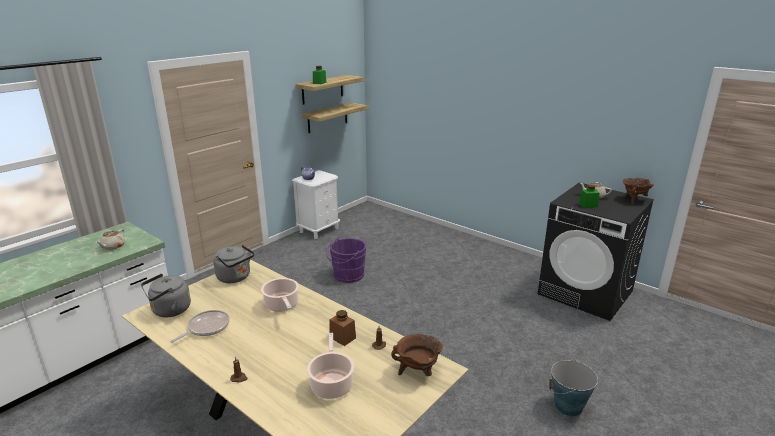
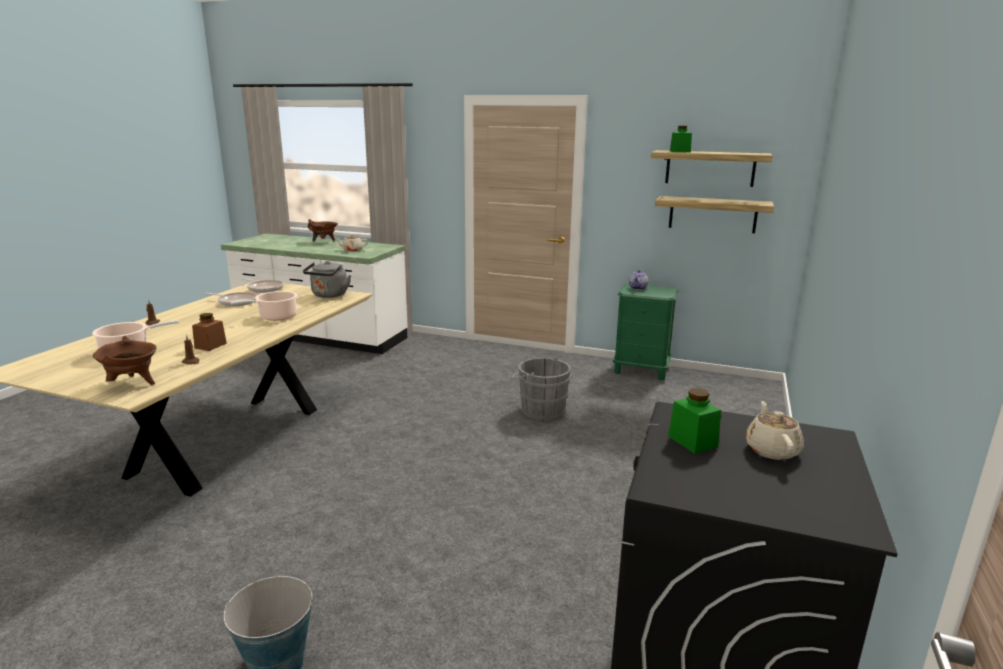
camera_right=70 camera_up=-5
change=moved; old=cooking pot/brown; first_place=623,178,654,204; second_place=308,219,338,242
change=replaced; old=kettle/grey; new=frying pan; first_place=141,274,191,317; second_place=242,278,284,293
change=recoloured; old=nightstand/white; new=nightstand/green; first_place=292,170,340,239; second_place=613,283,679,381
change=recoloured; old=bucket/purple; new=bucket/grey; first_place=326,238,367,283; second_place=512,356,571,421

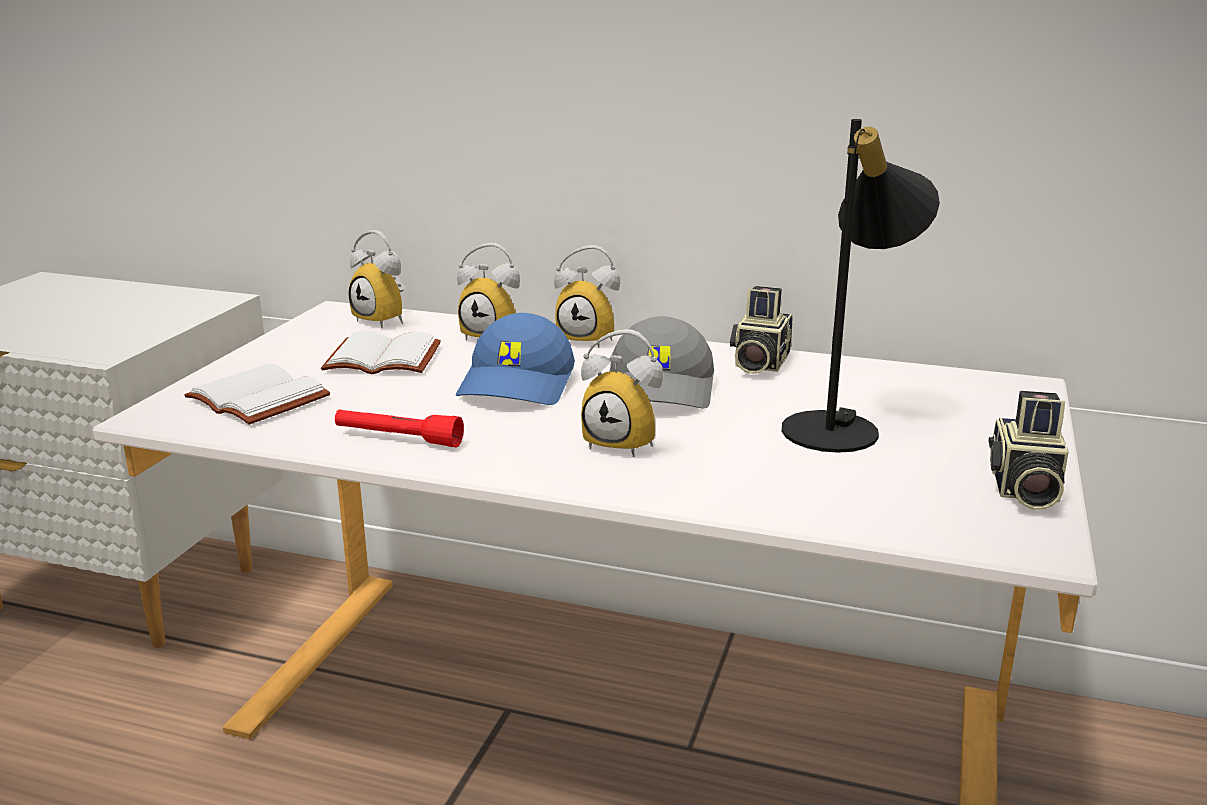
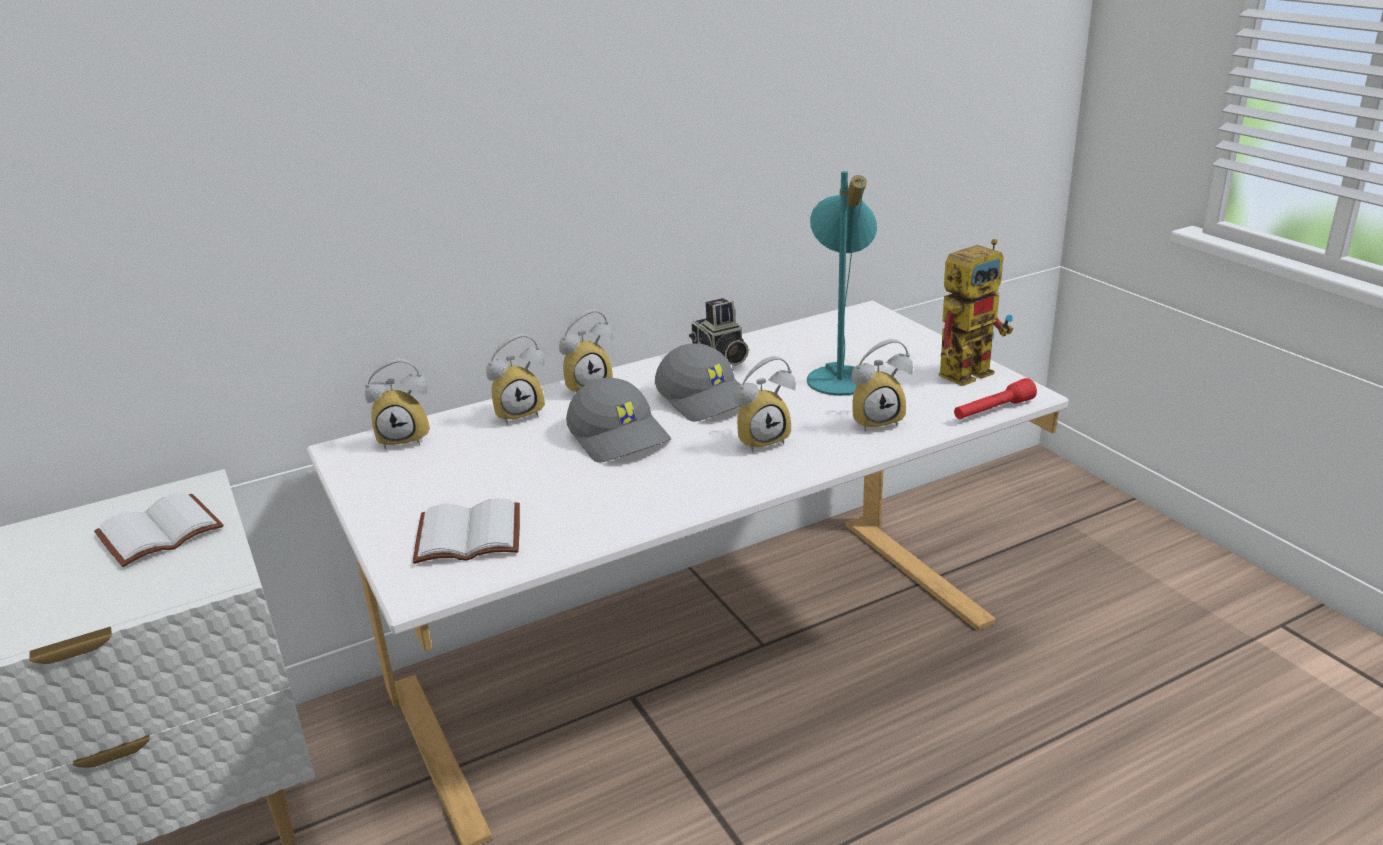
camera_right=-45 camera_up=5
change=added; new=alarm clock; second_place=851,339,913,432
change=moved; old=book/white; first_place=321,330,441,374; second_place=94,492,223,567
change=moved; old=flashlight/red; first_place=335,409,464,448; second_place=954,378,1037,419
change=replaced; old=photo camera; new=toy robot; first_place=988,391,1068,510; second_place=939,239,1013,386
change=recoloured; old=cap/blue; new=cap/grey; first_place=456,313,575,405; second_place=566,378,671,463
change=recoloured; old=table lamp/black; new=table lamp/turquoise; first_place=782,119,940,453; second_place=807,171,877,396

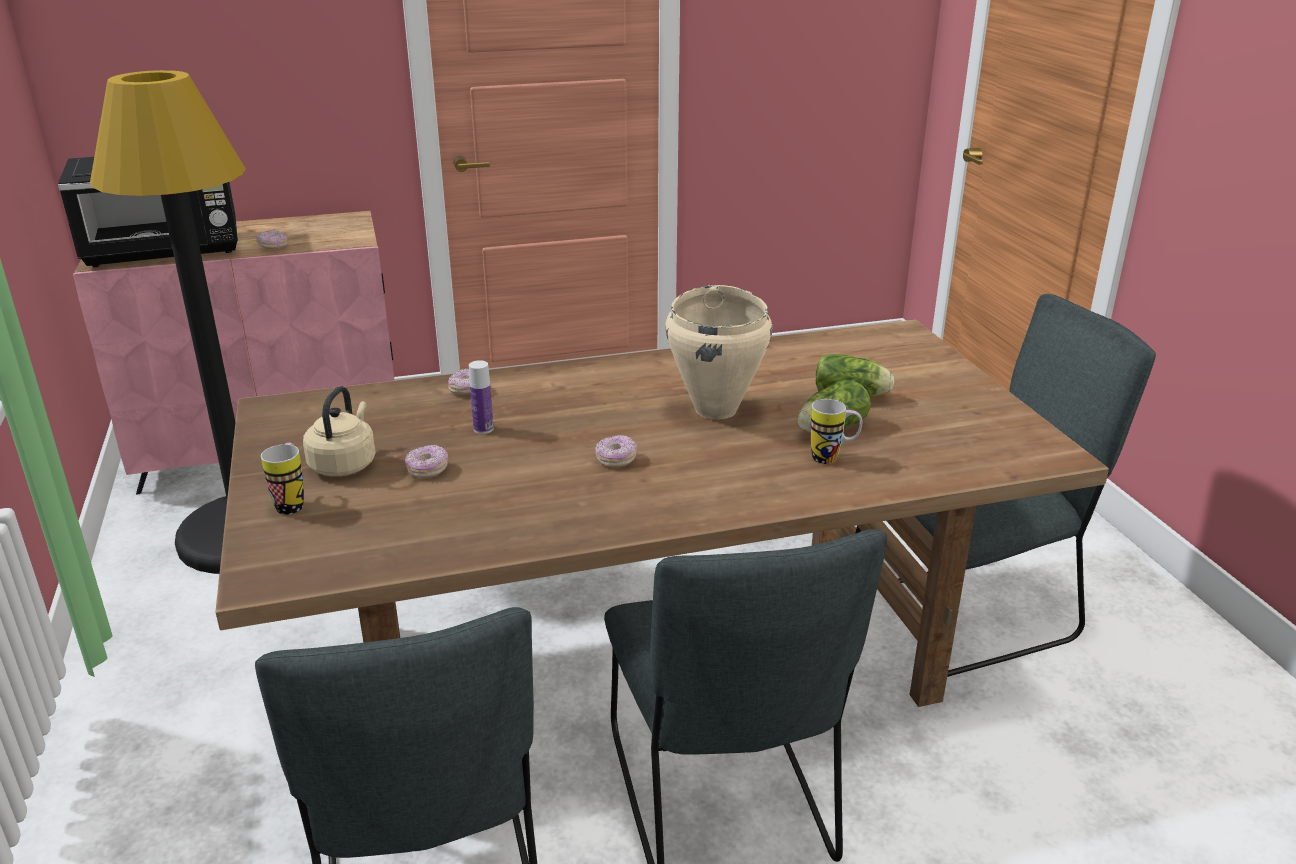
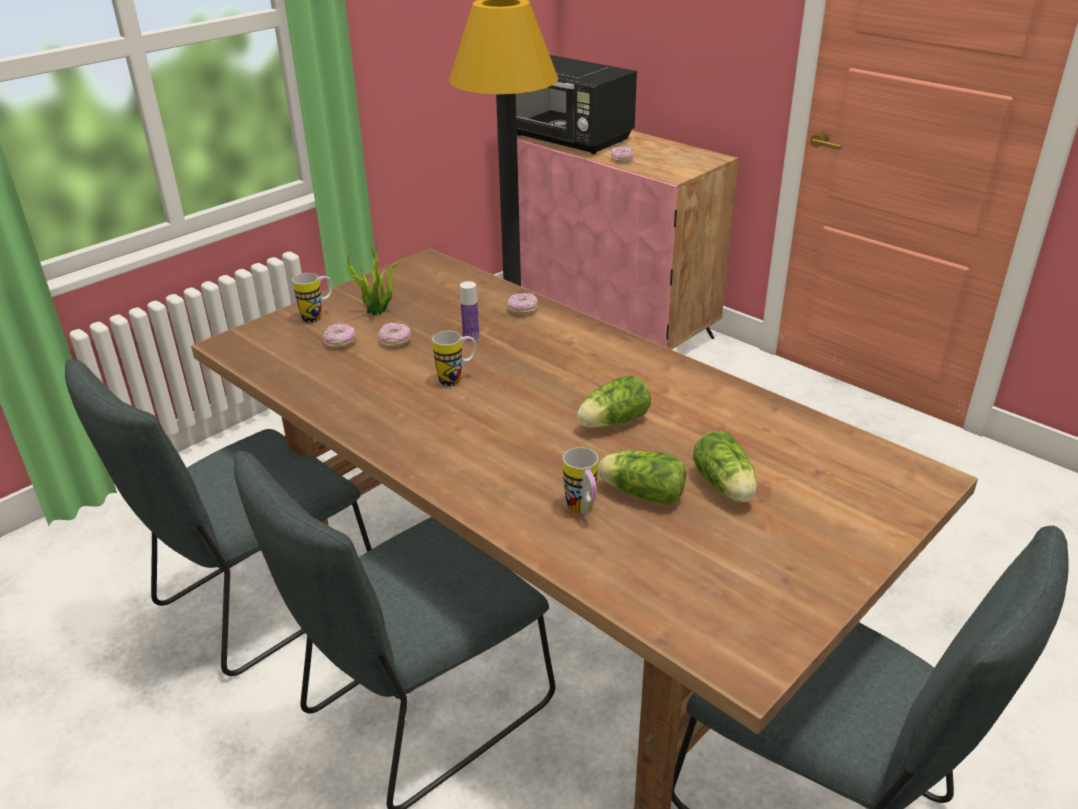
camera_right=60 camera_up=5
change=added; new=mug; second_place=432,331,476,386
change=moved; old=donut; first_place=595,435,637,468; second_place=323,323,356,348
change=replaced; old=kettle/beige; new=potted plant; first_place=303,386,376,477; second_place=344,232,406,316
change=replaced; old=cooking pot/beige; new=lettuce; first_place=665,285,773,419; second_place=577,376,651,428

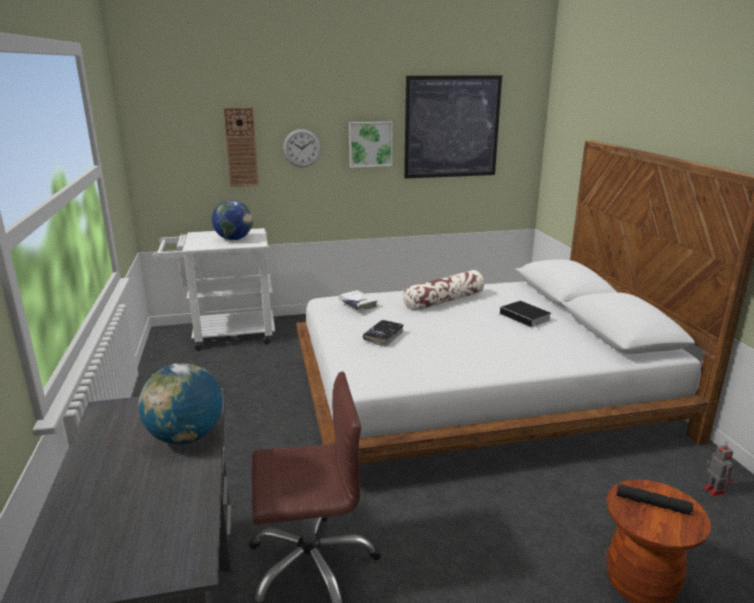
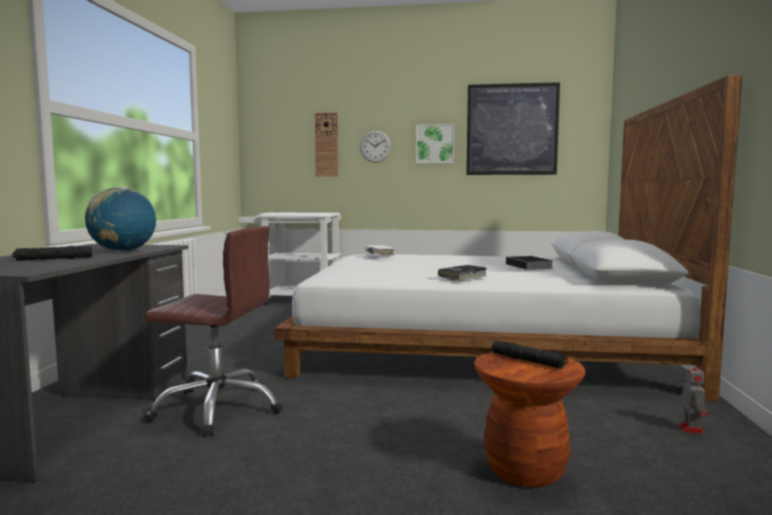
camera_right=20 camera_up=-15
change=removed; old=globe; first_place=212,200,253,240
change=removed; old=pillow; first_place=403,270,484,311
change=added; new=flashlight/black; second_place=12,246,92,261
change=moved; old=book/black; first_place=363,320,404,347; second_place=438,265,487,281

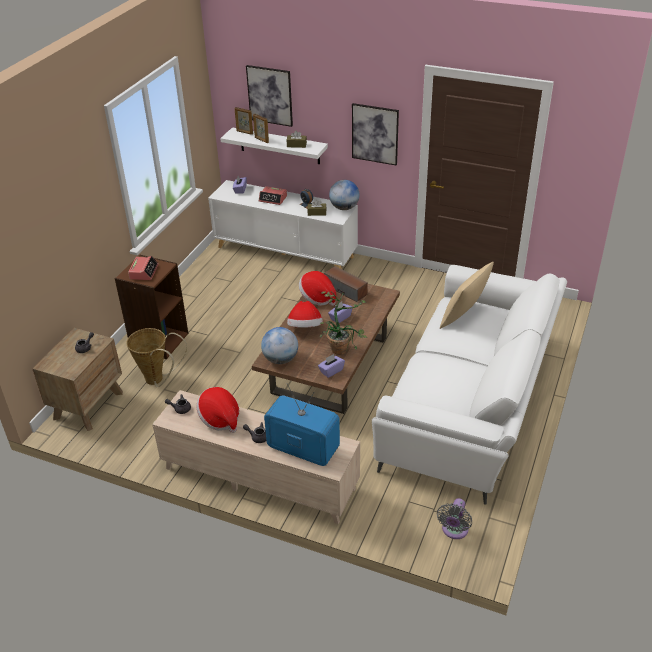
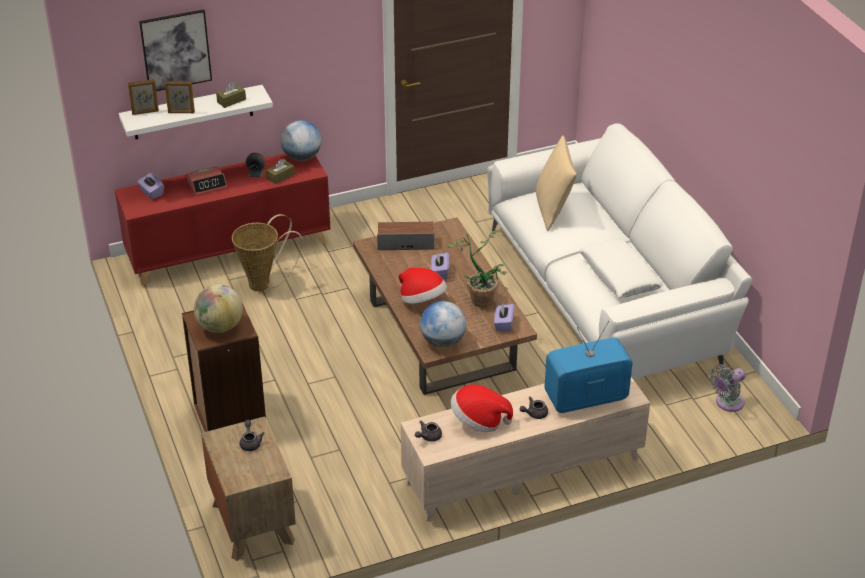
camera_right=-45 camera_up=0
change=removed; old=hat; first_place=299,271,336,306
change=removed; old=picture; first_place=352,103,399,165
change=added; new=pillow/white; second_place=580,239,663,298
change=moved; old=basket; first_place=126,328,187,387; second_place=232,214,303,291
change=replaced; old=alarm clock; new=globe; first_place=128,256,159,280; second_place=194,284,243,333
change=recoloured; old=cabinet/white; new=cabinet/red; first_place=208,180,358,269; second_place=115,154,331,285
change=turned; old=fan/grey; first_place=437,498,472,539; second_place=710,364,746,412; degrees=75

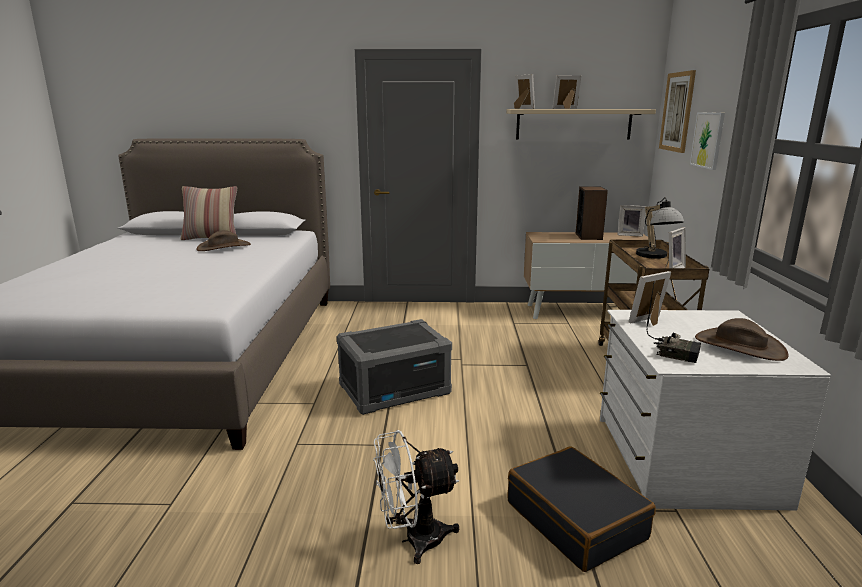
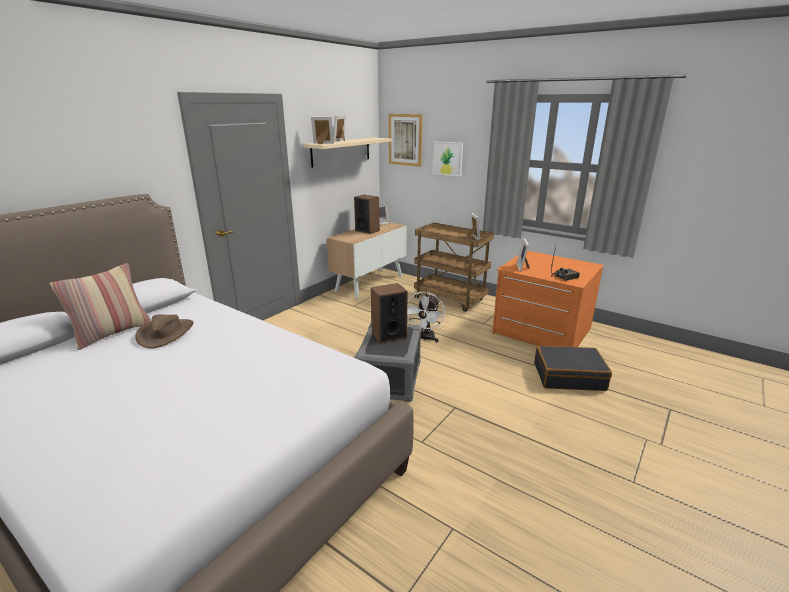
camera_right=-55 camera_up=5
change=removed; old=table lamp; first_place=636,197,684,259
change=removed; old=hat/brown; first_place=695,318,789,361
change=added; new=speaker; second_place=371,283,408,344
change=moved; old=fan/white; first_place=373,430,460,564; second_place=407,292,445,342
change=recoloured; old=dresser/white; new=dresser/orange; first_place=600,310,831,510; second_place=492,251,604,347

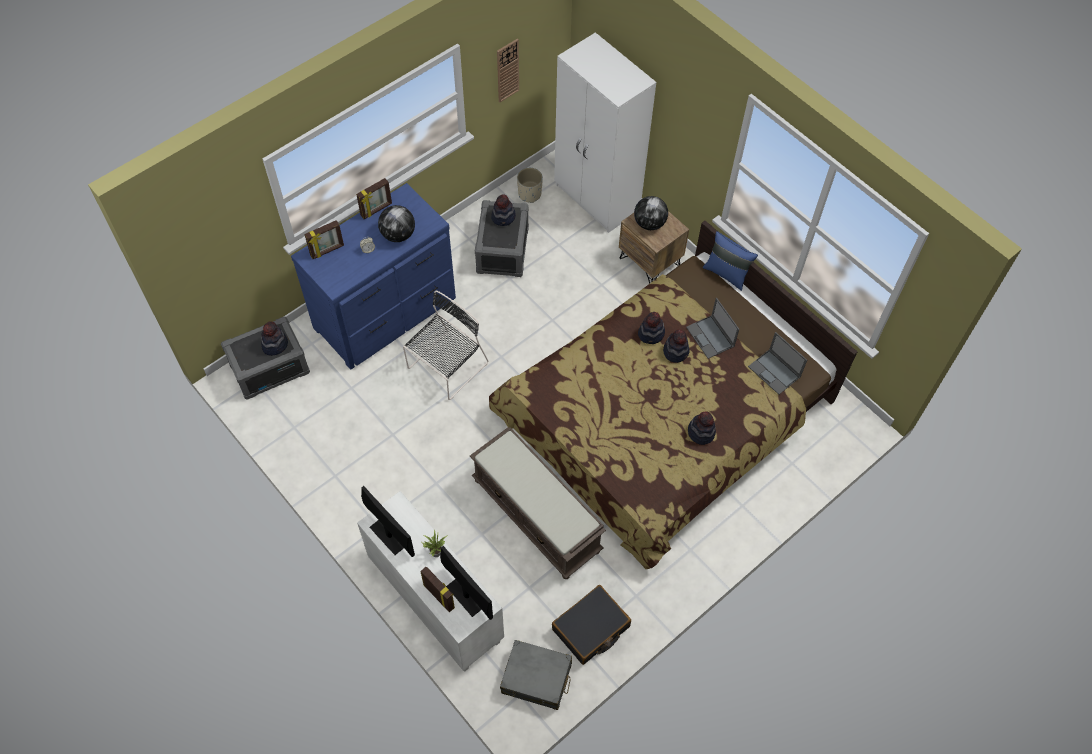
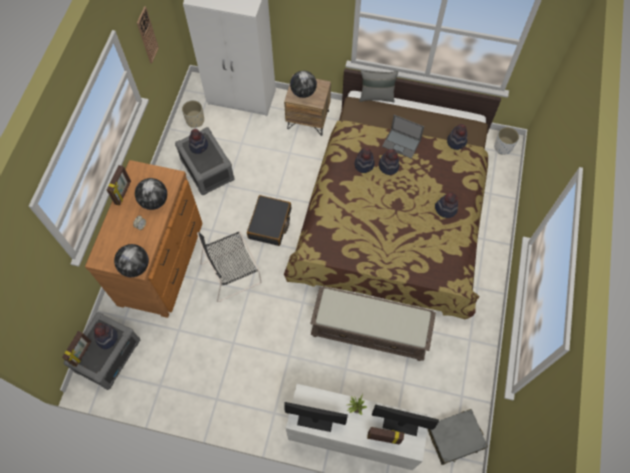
camera_right=-35 camera_up=5
change=added; new=globe; second_place=114,244,149,277
change=added; new=planter/white; second_place=494,127,519,155
change=moved; old=picture frame; first_place=305,220,344,259; second_place=62,331,92,367
change=moved; old=suitcase/black; first_place=552,585,631,665; second_place=247,195,291,246
change=replaced; old=laptop; new=hat; first_place=748,332,807,395; second_place=447,124,467,150
change=recoloured; old=dresser/blue; new=dresser/brown; first_place=291,183,456,370; second_place=85,160,203,318
change=recoloured; old=pillow/blue; new=pillow/grey; first_place=703,231,758,291; second_place=359,70,398,102
change=turned; old=chair/black; first_place=403,291,489,400; second_place=197,231,261,302; degrees=-120

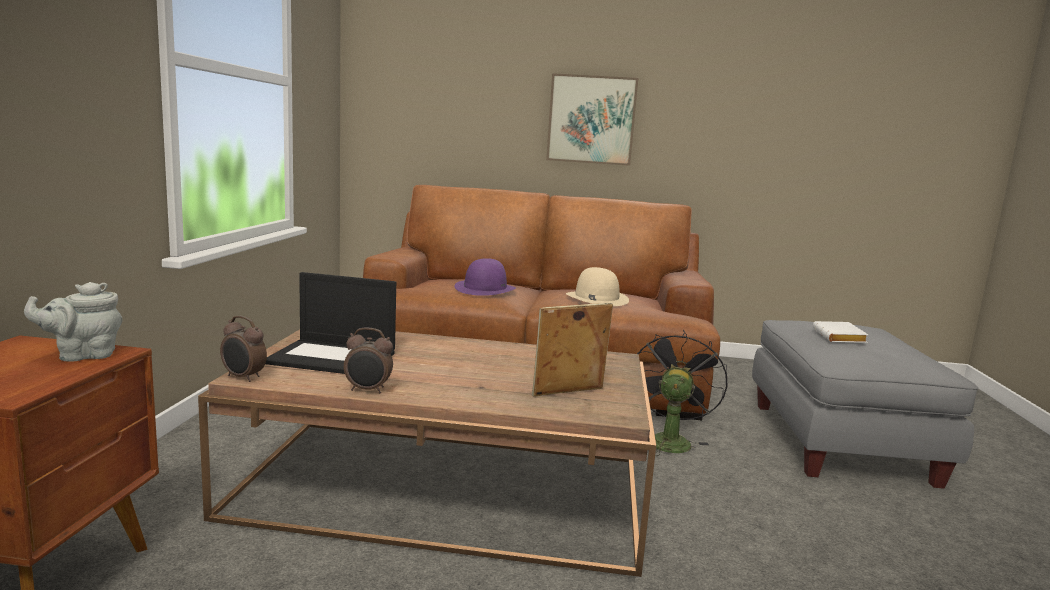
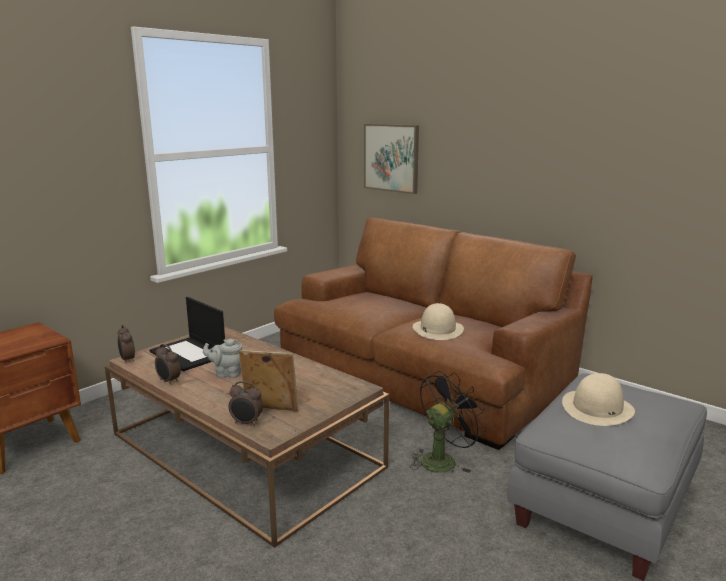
camera_right=35 camera_up=5
change=removed; old=hat/purple; first_place=454,258,516,296
change=added; new=alarm clock; second_place=228,381,263,426
change=moved; old=teapot/grey; first_place=24,282,122,362; second_place=203,339,242,378
change=moved; old=picture; first_place=546,73,638,166; second_place=364,124,419,194
change=replaced; old=book/white; new=hat/beige; first_place=813,321,868,343; second_place=562,373,635,426

